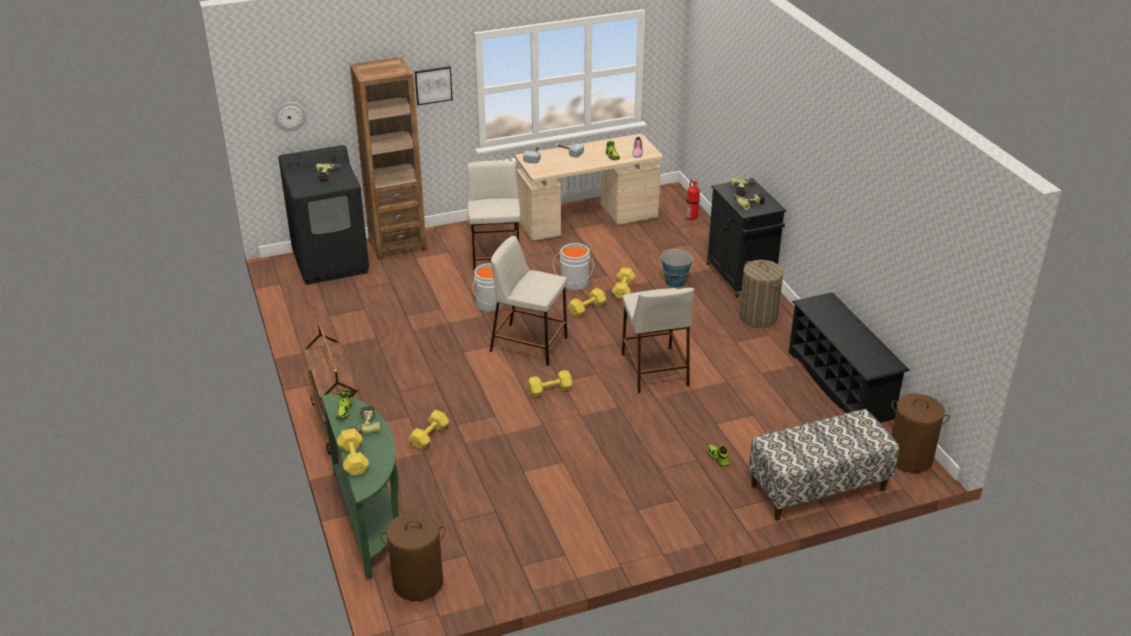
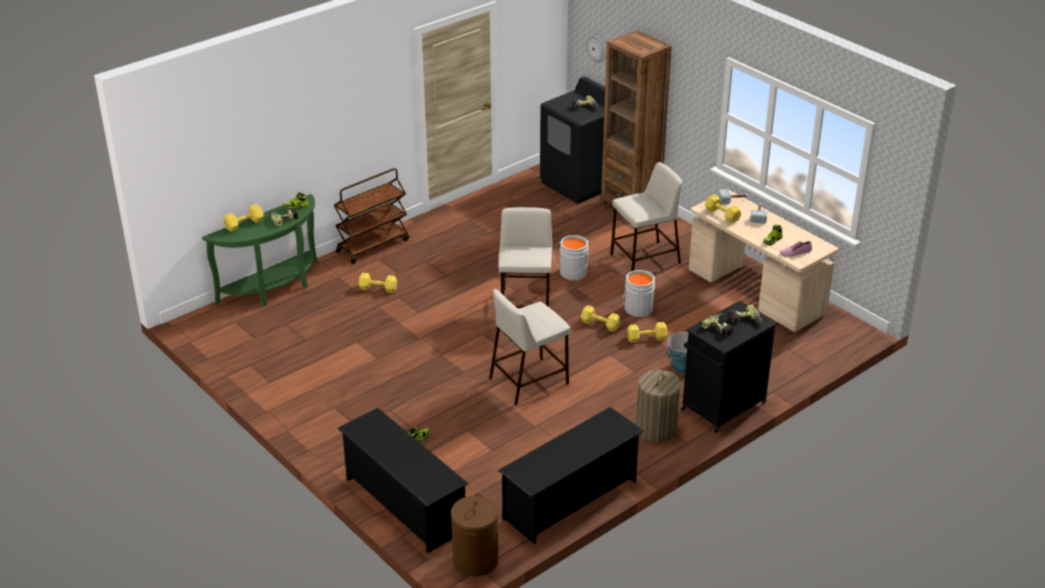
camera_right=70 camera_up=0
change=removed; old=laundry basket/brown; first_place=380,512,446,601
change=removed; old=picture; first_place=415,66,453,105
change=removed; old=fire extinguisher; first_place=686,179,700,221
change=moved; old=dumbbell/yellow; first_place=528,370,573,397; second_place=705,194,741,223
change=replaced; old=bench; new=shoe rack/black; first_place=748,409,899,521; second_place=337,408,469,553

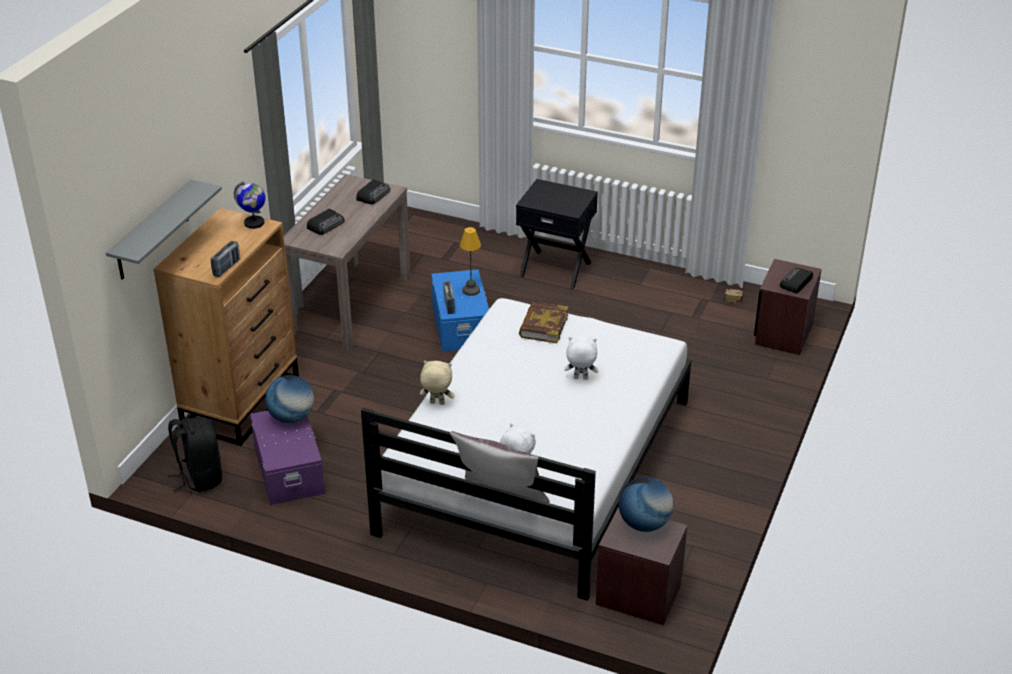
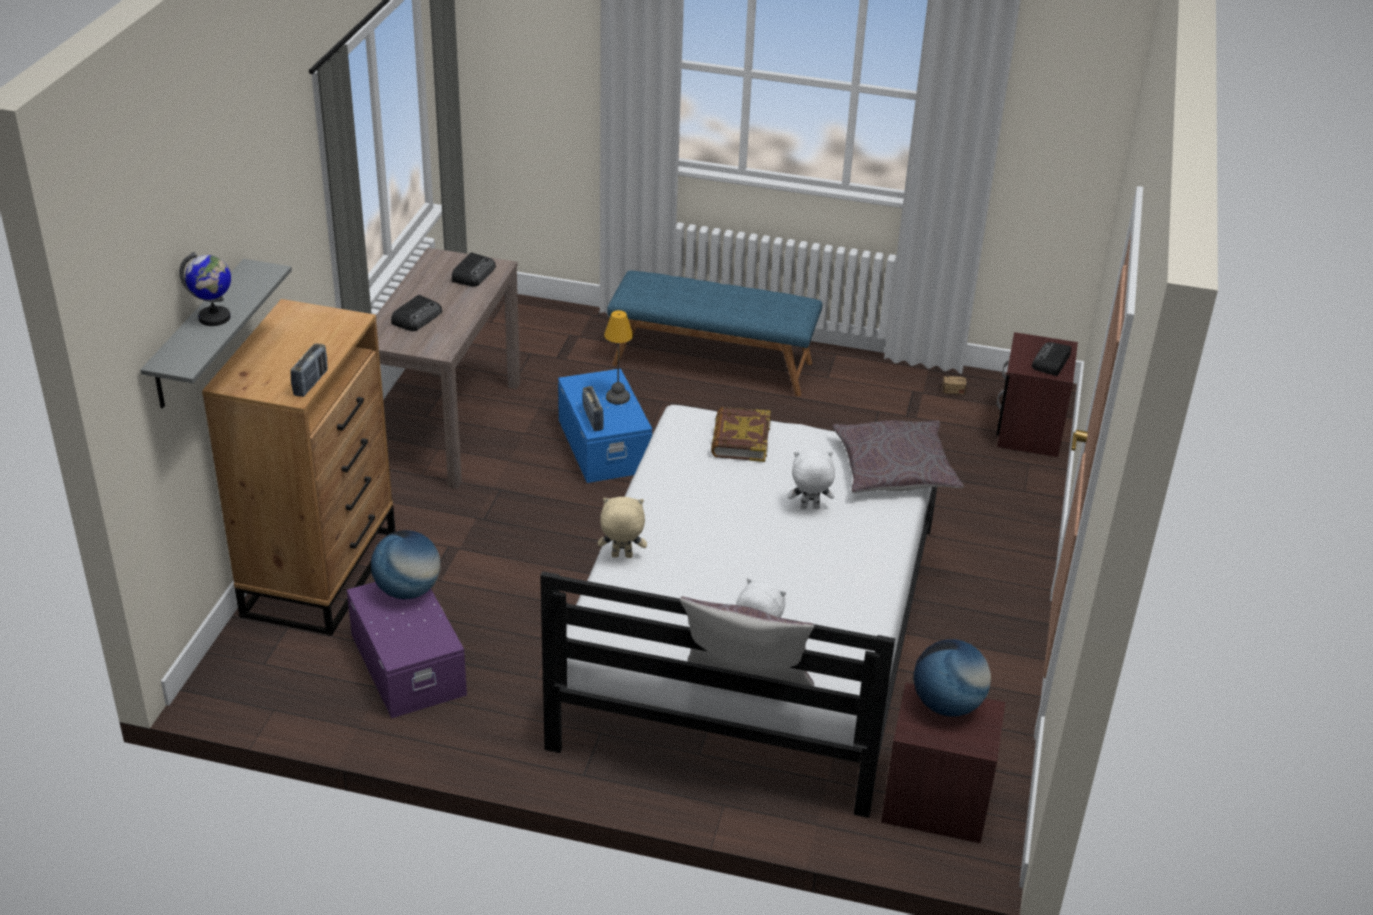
camera_right=-10 camera_up=0
change=removed; old=backpack/black; first_place=168,417,222,492
change=added; new=pillow/grey; second_place=833,420,964,493
change=moved; old=globe; first_place=234,181,265,229; second_place=179,252,231,326
change=replaced; old=nightstand/black; new=bench/blue; first_place=516,179,598,290; second_place=607,270,822,396

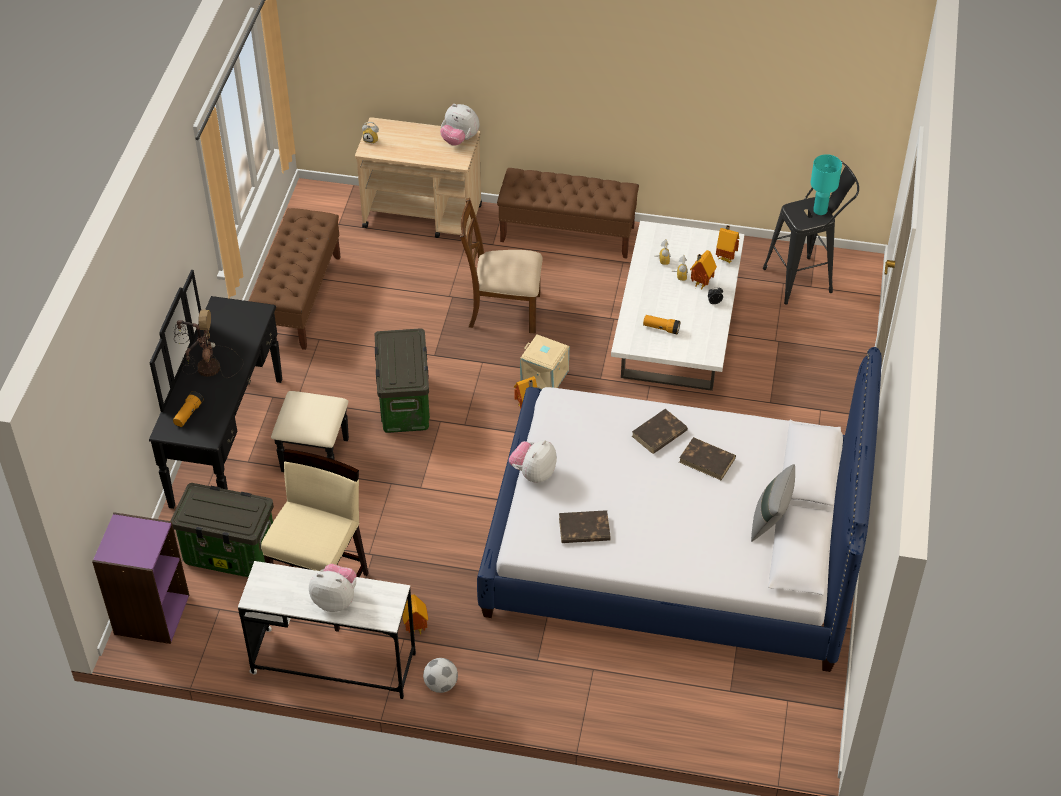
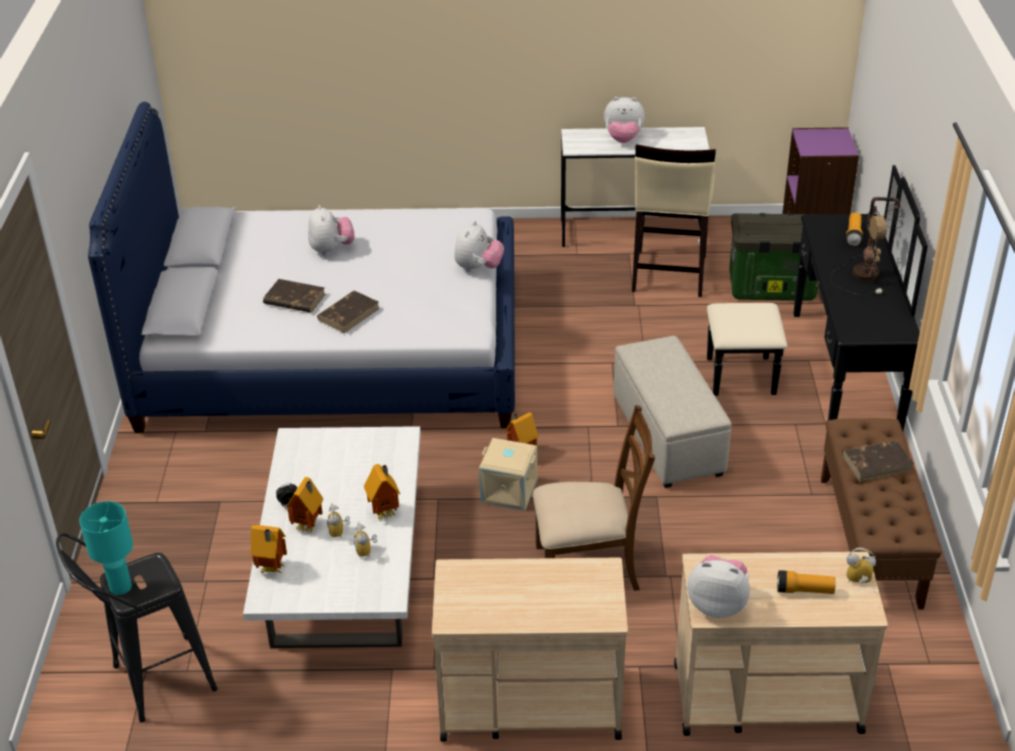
camera_right=170 camera_up=-10
change=removed; old=football; first_place=423,658,458,693
change=removed; old=pillow/grey; first_place=751,464,795,541
change=added; new=plush toy; second_place=308,205,355,255
change=moved; old=toy house; first_place=402,595,428,635; second_place=364,464,400,519
change=moved; old=book/brown; first_place=559,510,610,543; second_place=842,440,914,482
change=moved; old=flashlight; first_place=643,315,680,334; second_place=777,570,836,594
change=replaced; old=storage box; new=ottoman/beige; first_place=375,328,430,433; second_place=613,336,731,488
change=replaced; old=bench/brown; new=cart/beige; first_place=497,168,639,259; second_place=432,558,628,742

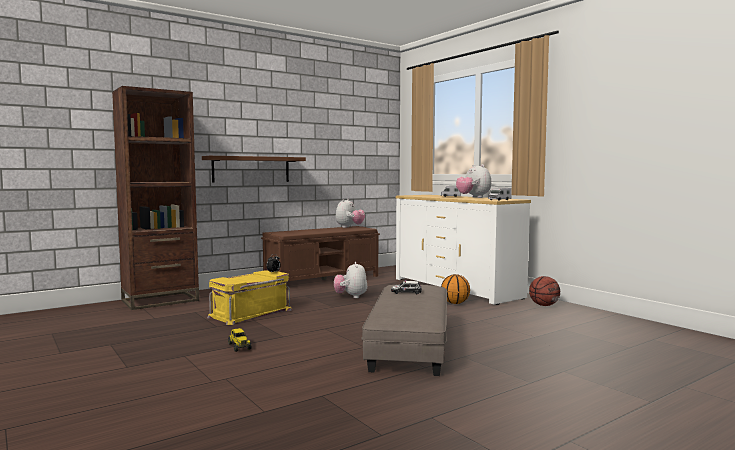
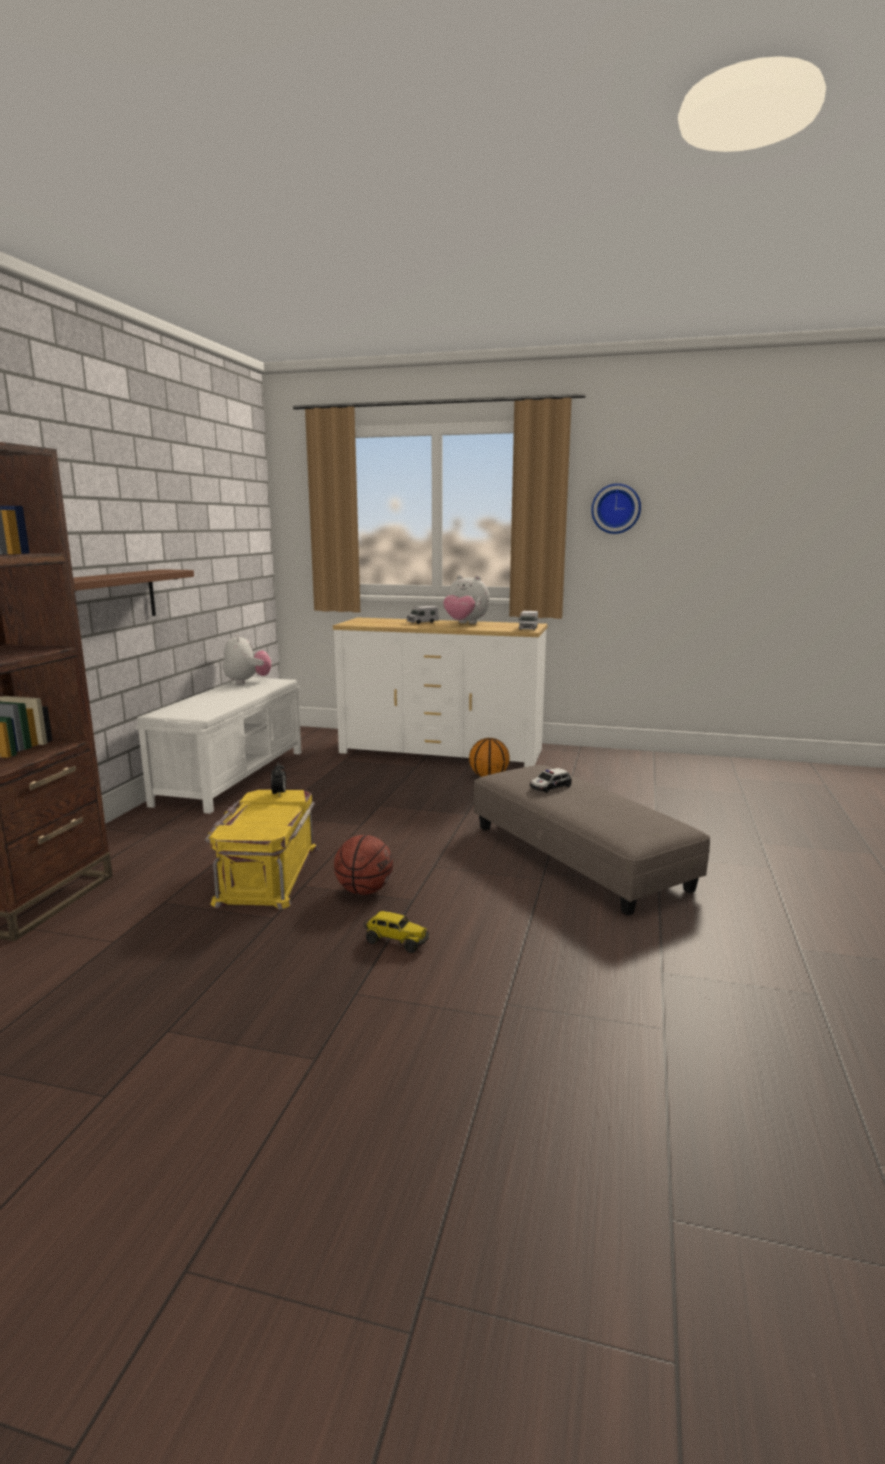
camera_right=-40 camera_up=10
change=removed; old=plush toy; first_place=334,262,367,298
change=added; new=wall clock; second_place=591,483,641,534
change=moved; old=basketball; first_place=529,276,560,306; second_place=334,835,393,895
change=recoloured; old=bench/brown; new=bench/white; first_place=261,226,380,281; second_place=135,677,301,814

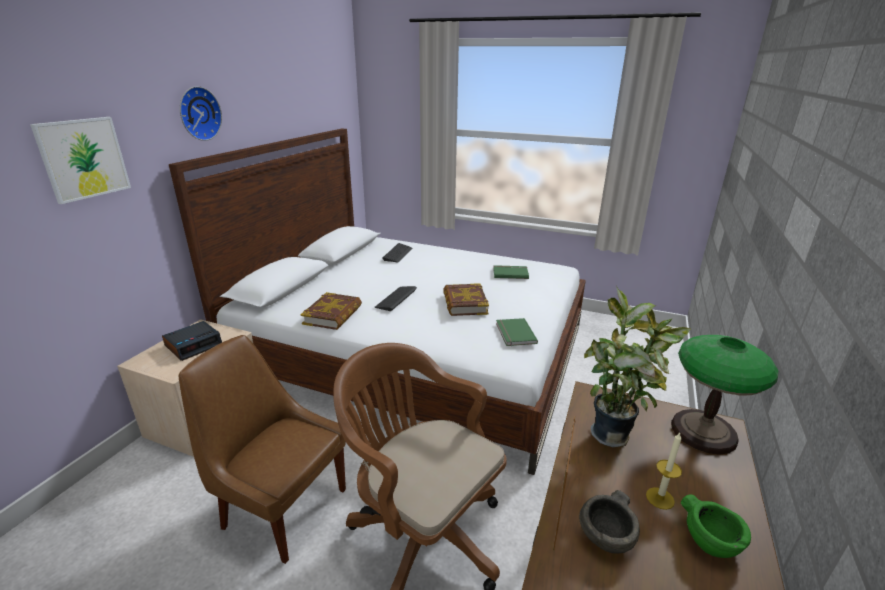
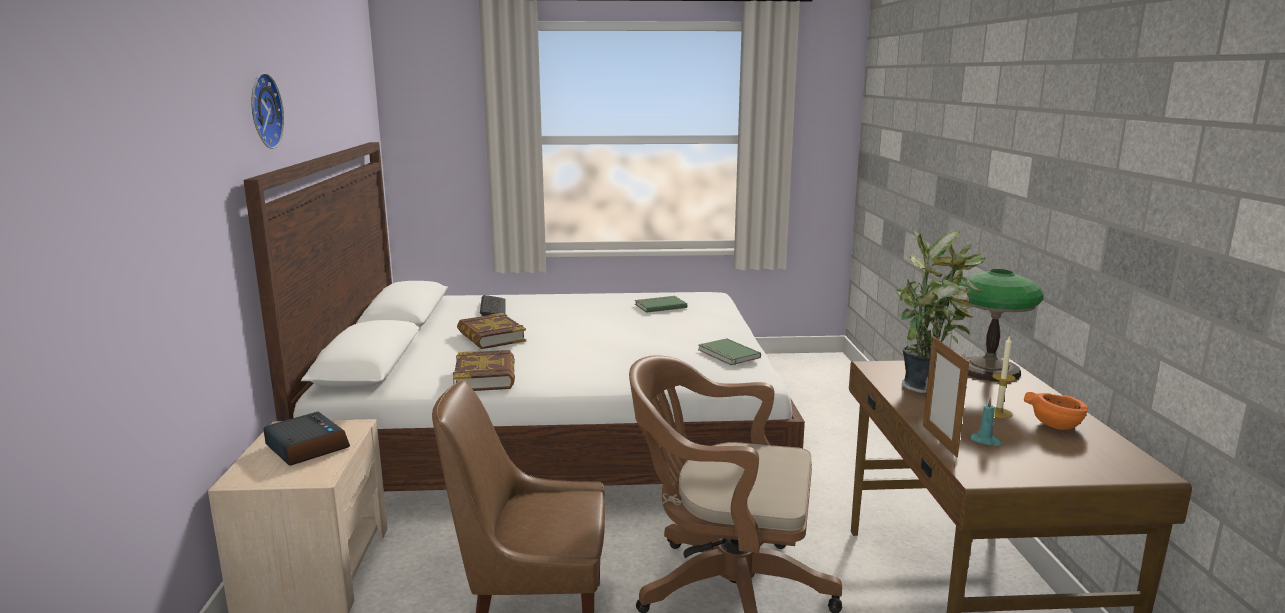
camera_right=-25 camera_up=-10
change=removed; old=picture; first_place=30,117,131,204
change=removed; old=keyboard; first_place=374,286,417,311
change=moved; old=book; first_place=443,283,489,316; second_place=457,313,526,349
change=replaced; old=bowl/grey; new=candle/turquoise; first_place=579,490,640,554; second_place=971,398,1002,446
change=recoloured; old=bowl/green; new=bowl/orange; first_place=681,494,751,558; second_place=1024,392,1088,430
change=turned; old=alarm clock; first_place=162,321,222,361; second_place=263,412,350,466; degrees=-60

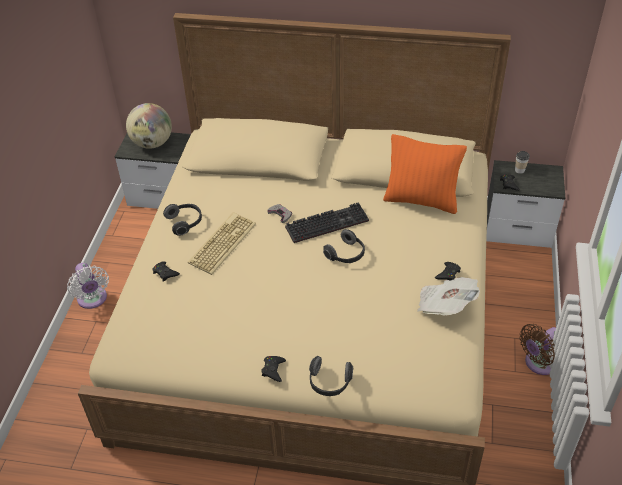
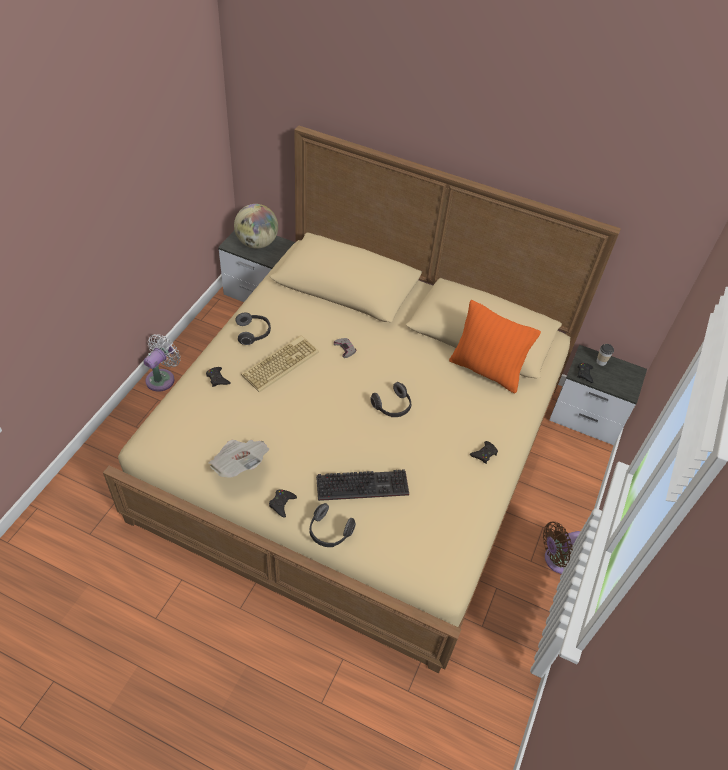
camera_right=10 camera_up=5
change=moved; old=keyboard; first_place=285,202,369,243; second_place=316,469,409,501
change=moved; old=newspaper; first_place=417,277,480,316; second_place=208,440,269,478
change=turned; old=fan/white; first_place=67,263,109,309; second_place=144,334,181,392; degrees=-135

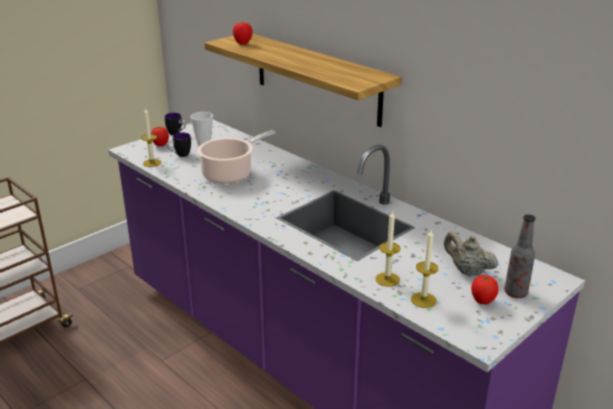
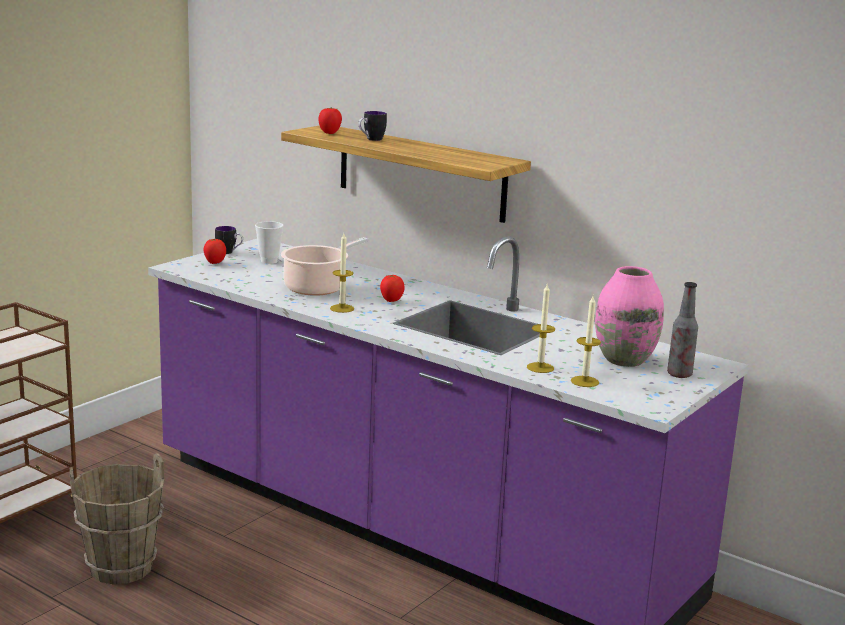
camera_right=-10 camera_up=-10
change=added; new=bucket/brown; second_place=69,453,164,584
change=moved; old=candle; first_place=141,107,161,167; second_place=330,233,354,313
change=moved; old=mug; first_place=167,133,191,157; second_place=358,111,387,141
change=moved; old=tomato; first_place=471,275,498,304; second_place=380,275,405,302
change=replaced; old=teapot/beige; new=vase/pink; first_place=444,232,498,277; second_place=595,266,664,367

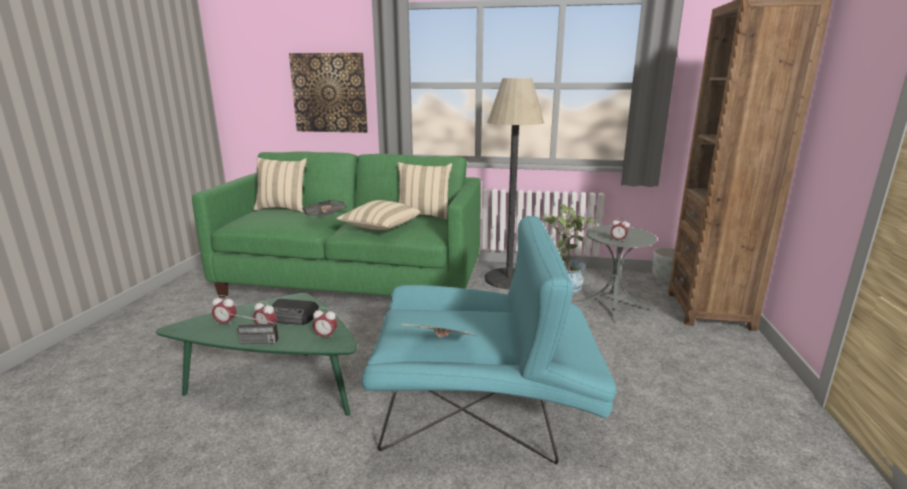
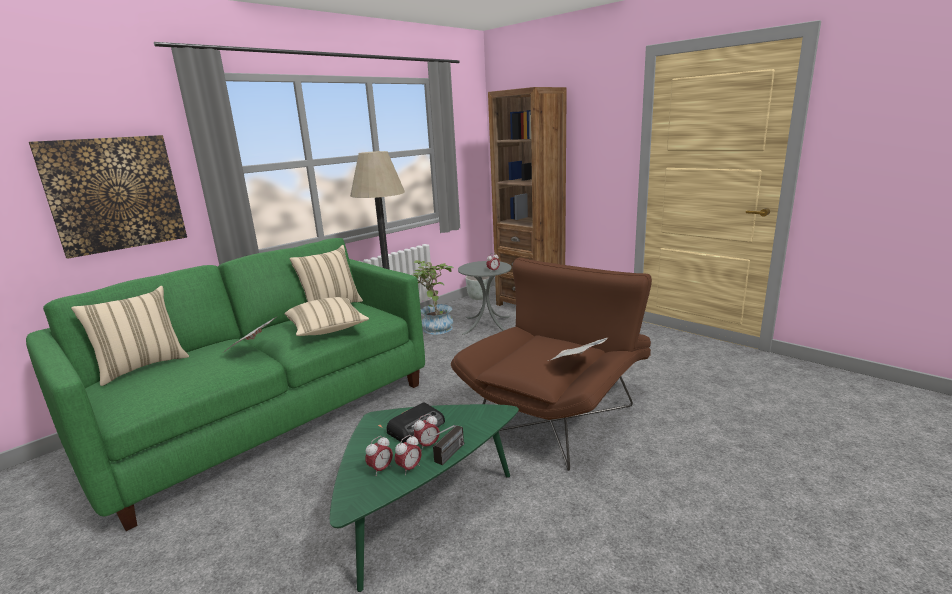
camera_right=-55 camera_up=0
change=moved; old=alarm clock; first_place=313,307,338,339; second_place=395,435,422,475
change=recoloured; old=armchair/turquoise; new=armchair/brown; first_place=361,216,617,464; second_place=451,257,652,471

